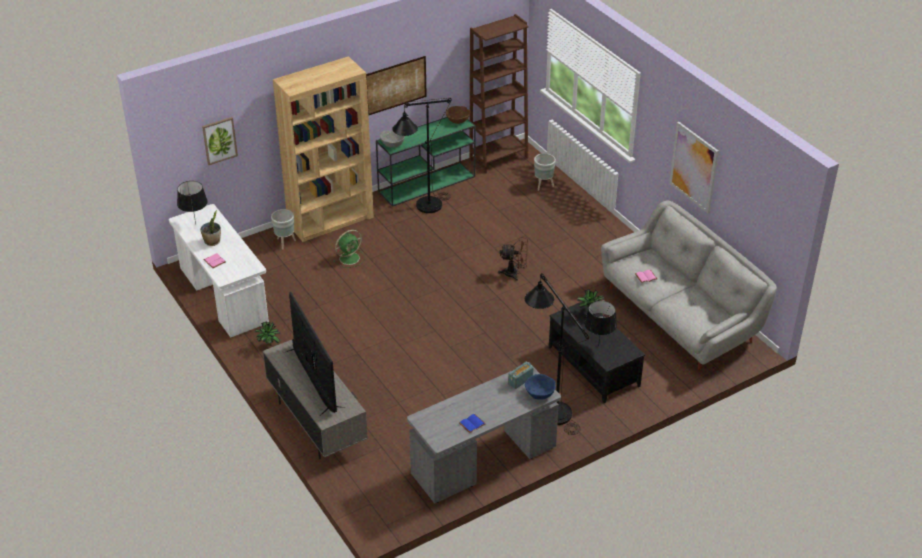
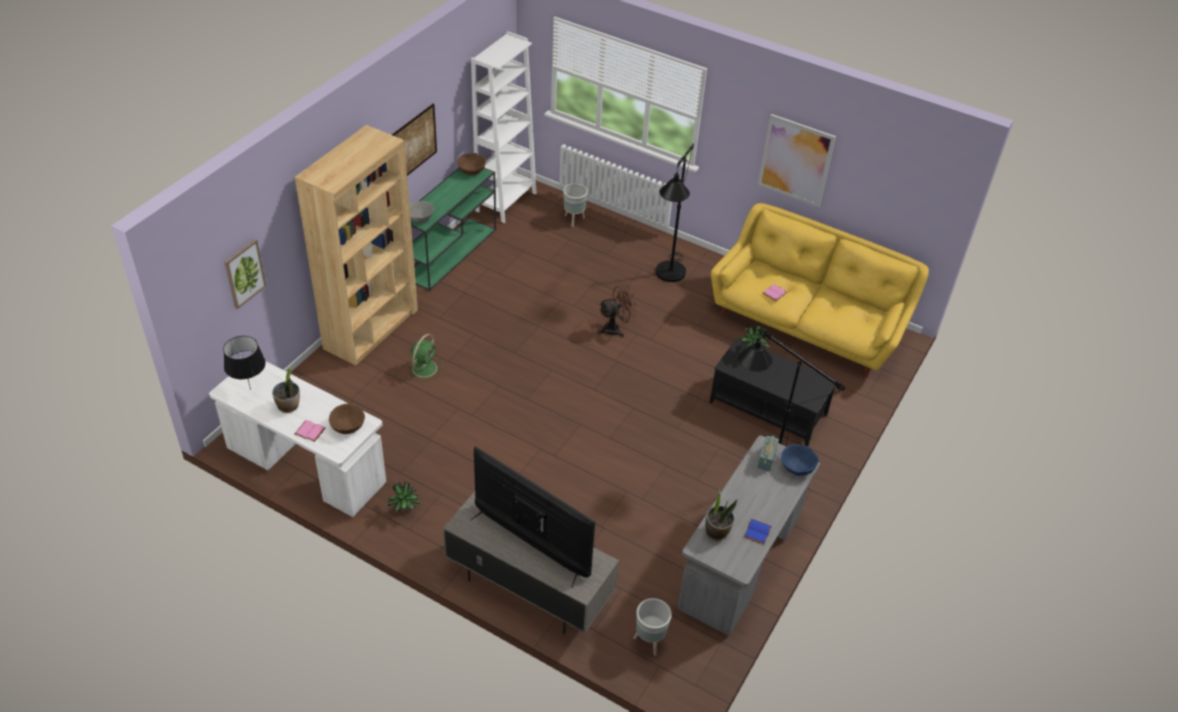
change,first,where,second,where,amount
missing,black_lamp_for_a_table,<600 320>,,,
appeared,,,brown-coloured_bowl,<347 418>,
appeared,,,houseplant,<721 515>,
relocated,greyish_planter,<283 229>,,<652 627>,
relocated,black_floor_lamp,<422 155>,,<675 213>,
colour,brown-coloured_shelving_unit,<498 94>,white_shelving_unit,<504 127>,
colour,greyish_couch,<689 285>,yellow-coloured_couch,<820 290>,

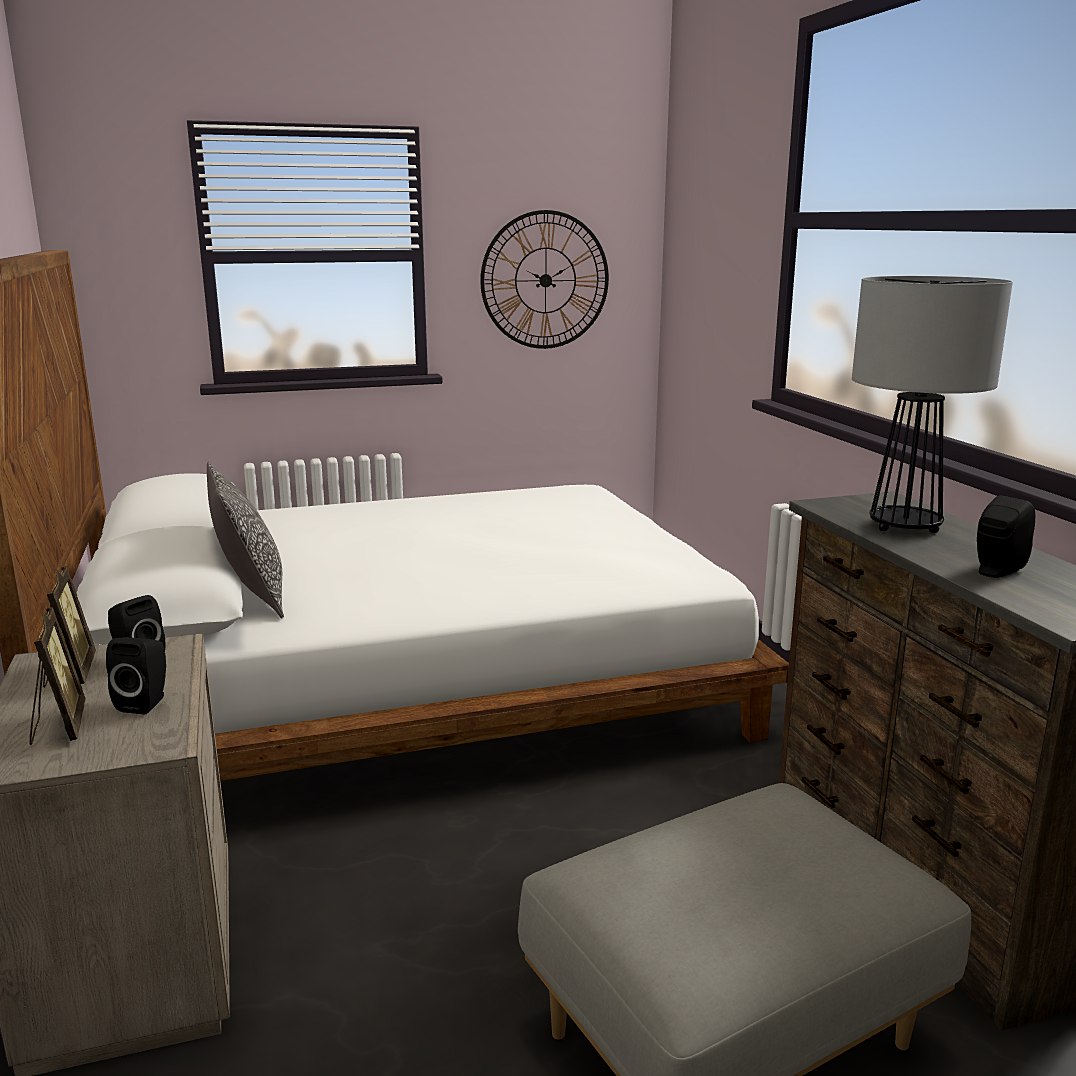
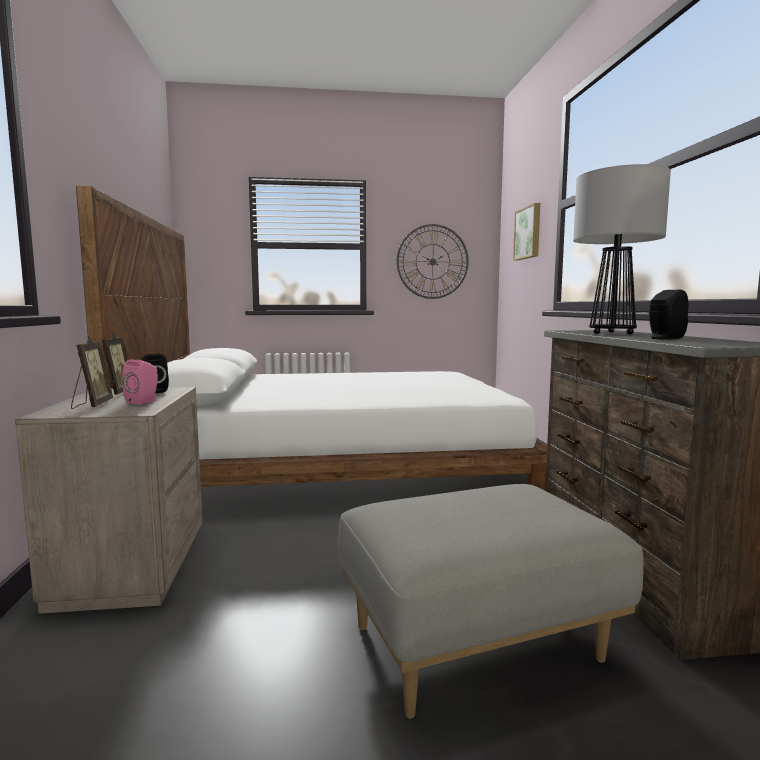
change,first,where,second,where,amount
missing,cushion,<245 540>,,,
appeared,,,wall_picture,<526 231>,
colour,black_audio_speaker,<136 675>,pinkish_audio_speaker,<140 382>,

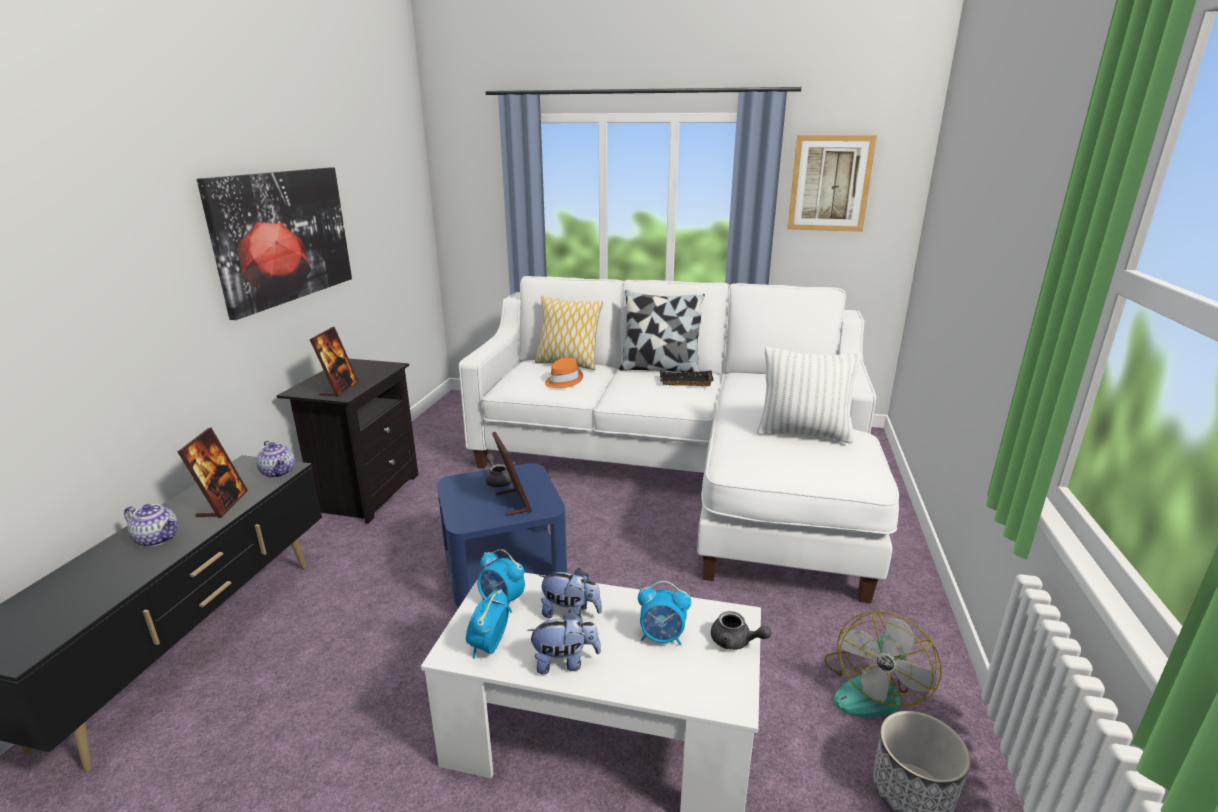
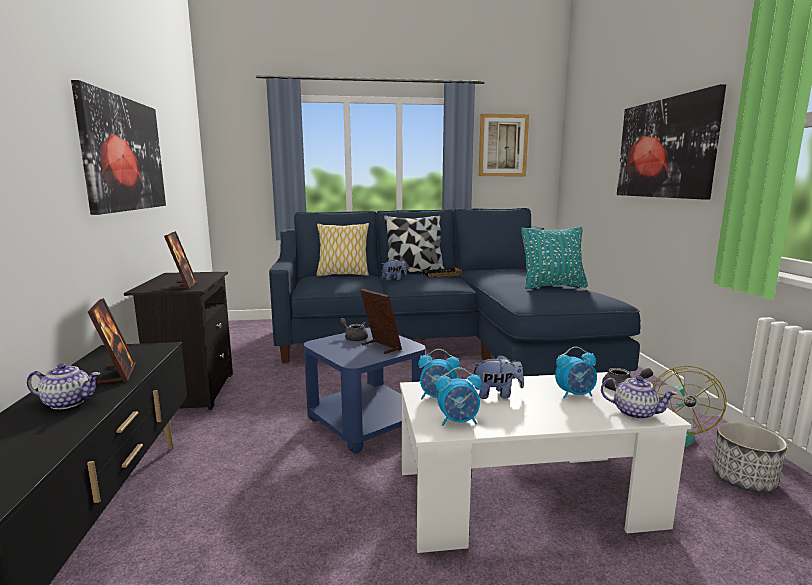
change,first,where,second,where,amount
missing,orange_hat,<564 373>,,,
appeared,,,wall_picture,<671 142>,
relocated,teapot,<275 459>,,<639 398>,
relocated,cuddly_toy,<564 642>,,<394 270>,
colour,white_couch,<679 439>,bluish_couch,<455 292>,
colour,white_cushion,<809 395>,blue-green_cushion,<554 258>,
spun,table_clock,<487 624>,,<459 396>,90 degrees counterclockwise

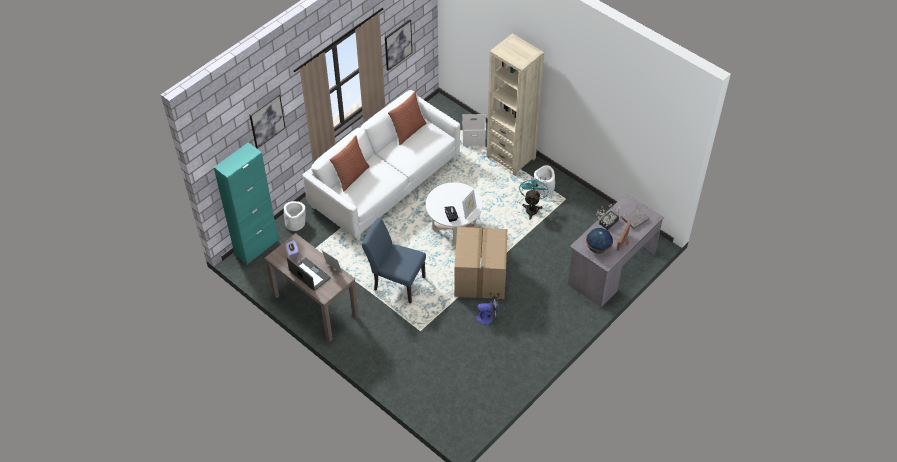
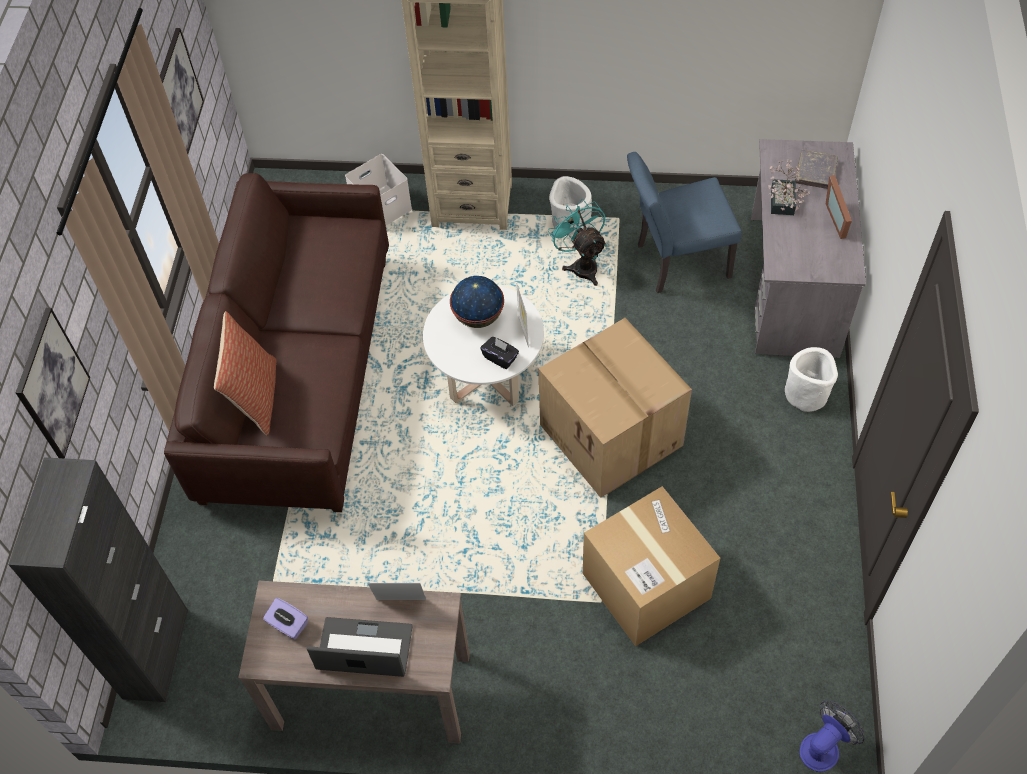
change,first,where,second,where,amount
missing,cushion,<407 118>,,,
appeared,,,packing_box,<651 566>,
relocated,white_planter,<295 216>,,<811 379>,
relocated,bluish_plain_chair,<394 261>,,<684 222>,
relocated,cooling_fan,<487 310>,,<831 736>,
relocated,desk_globe,<599 241>,,<477 302>,
colour,blue-green_cupboard,<246 204>,black_cupboard,<98 579>,
colour,white_couch,<381 165>,brown-coloured_couch,<276 342>,

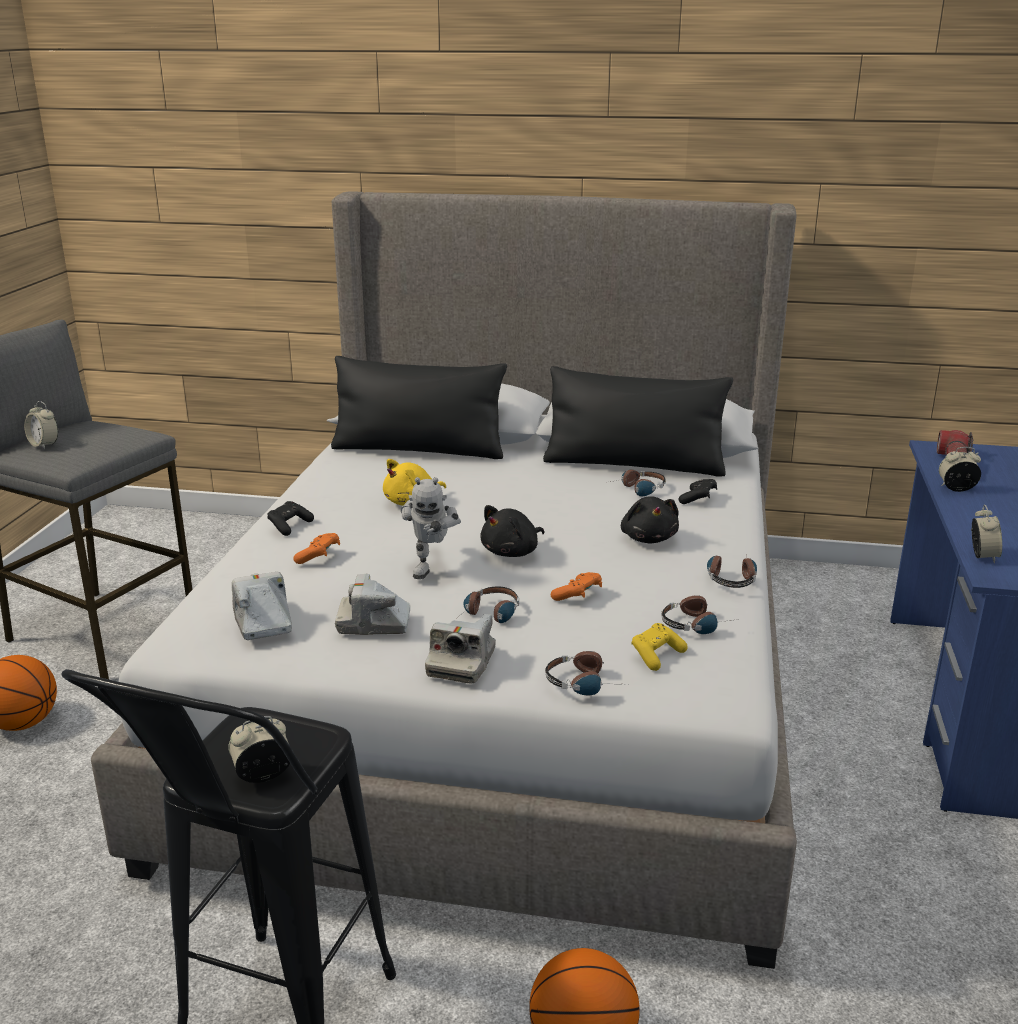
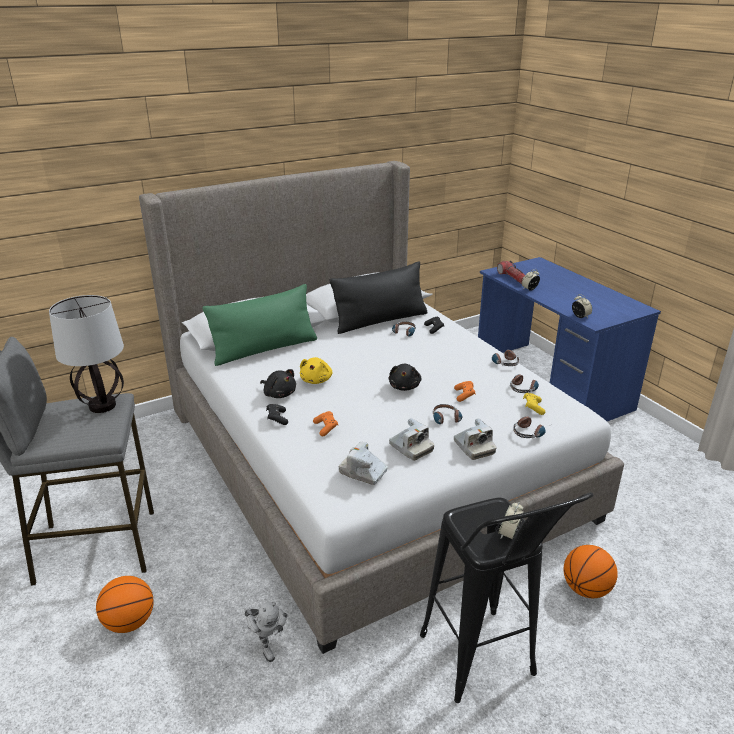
change,first,where,second,where,amount
missing,table_clock,<41 425>,,,
appeared,,,lamp_for_a_table,<86 354>,
relocated,robot_figure,<431 528>,,<266 632>,
relocated,black_cuddly_toy,<650 519>,,<278 383>,
colour,black_cushion,<419 407>,greenish_cushion,<260 325>,
spun,still_camera,<372 604>,,<411 439>,90 degrees counterclockwise

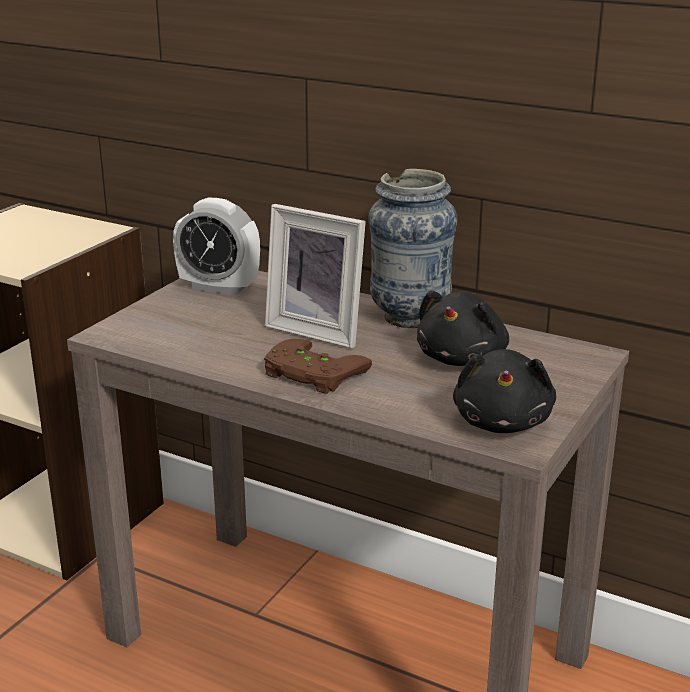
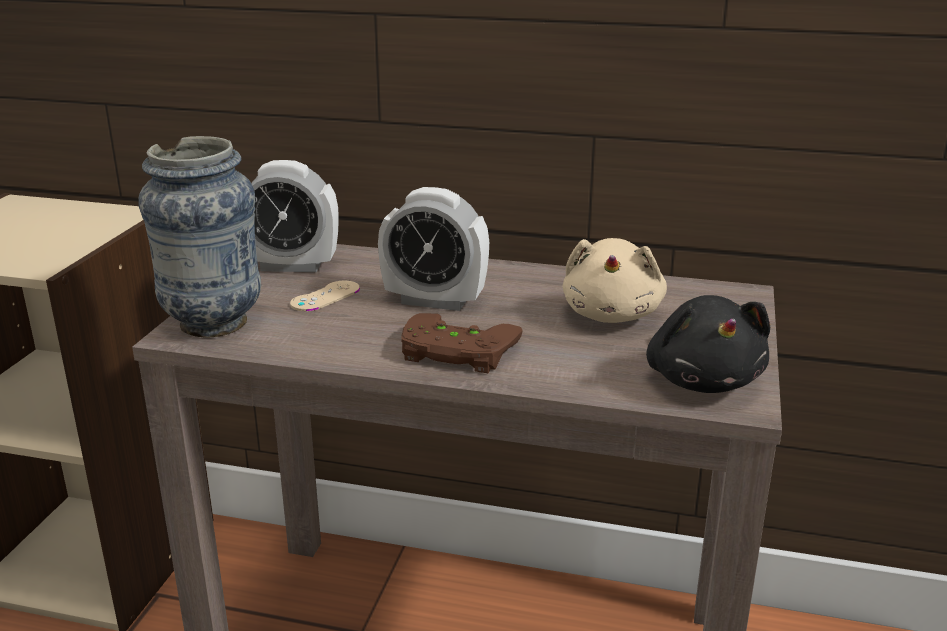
change,first,where,second,where,amount
appeared,,,sand-coloured_gamepad,<325 296>,
relocated,decorative_vase,<412 248>,,<199 237>,
exchanged,standing_frame,<315 276>,table_clock,<433 249>,
colour,black_cuddly_toy,<463 328>,sand-coloured_cuddly_toy,<615 280>,

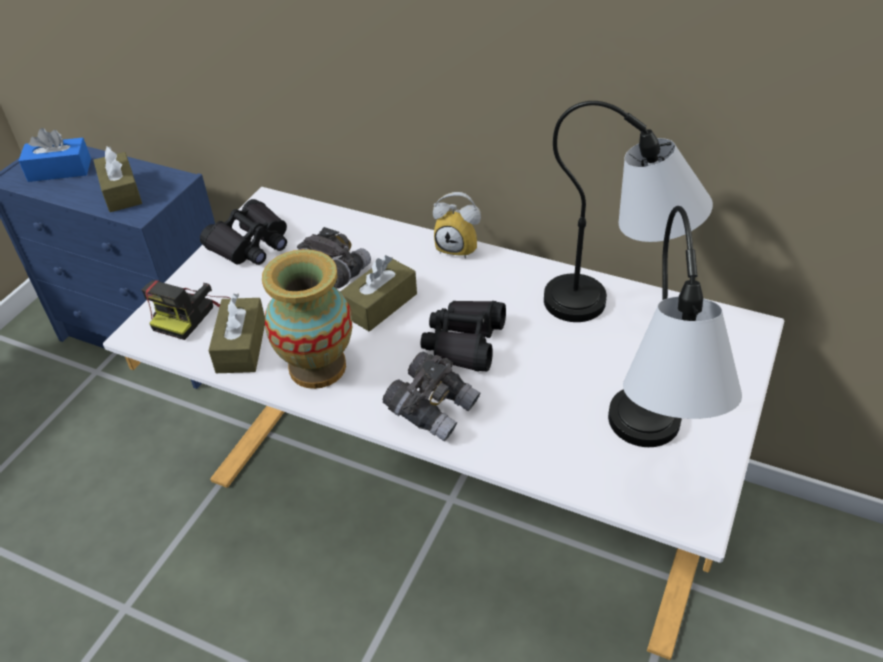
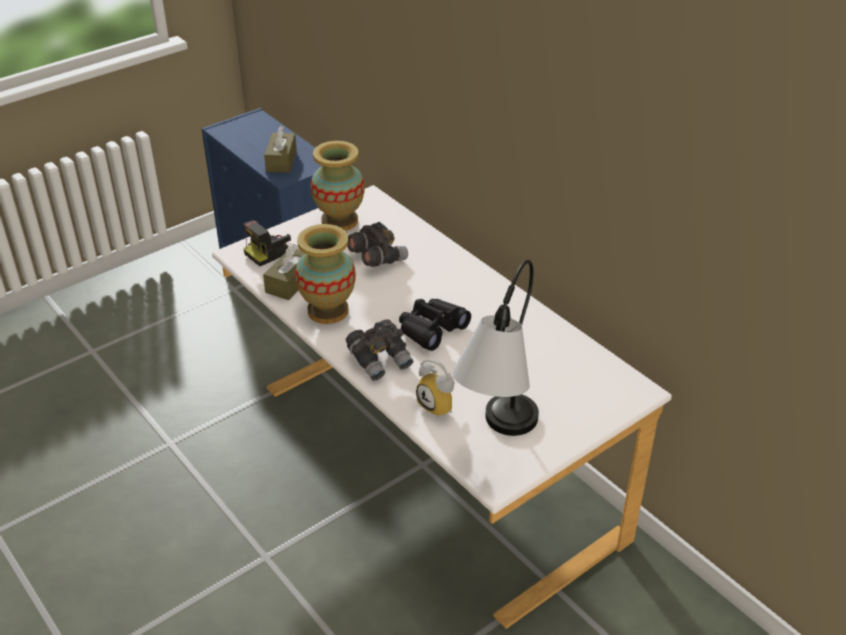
change,first,where,second,where,amount
missing,bluish_box_of_tissues,<55 155>,,,
missing,brown-coloured_box_of_tissues,<378 293>,,,
missing,lamp_for_a_table,<628 211>,,,
relocated,table_clock,<457 225>,,<435 388>,
exchanged,black_binoculars,<243 232>,decorative_vase,<338 186>,

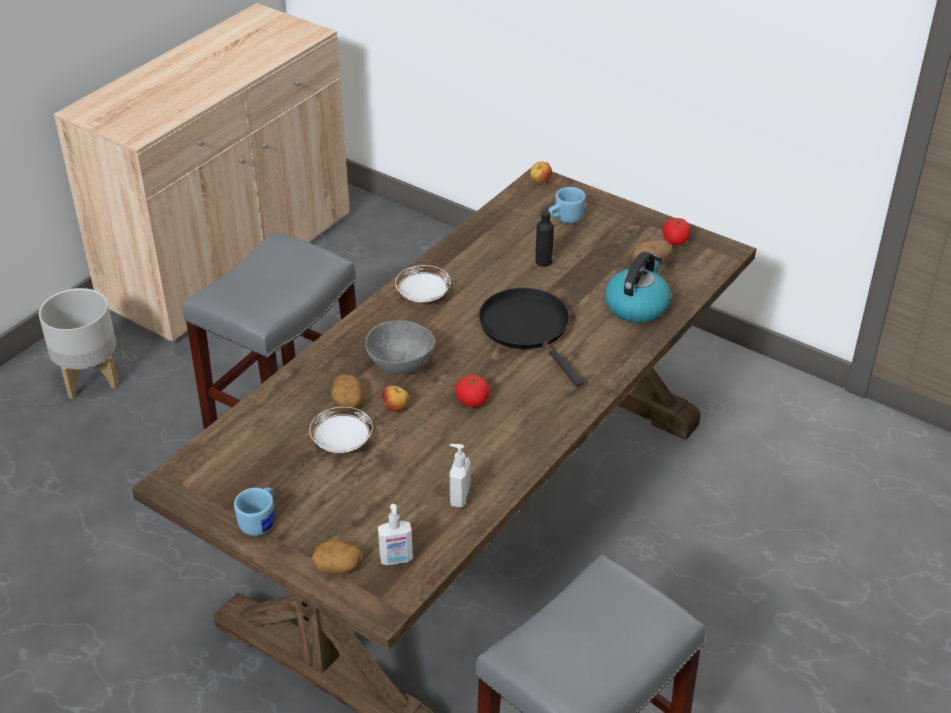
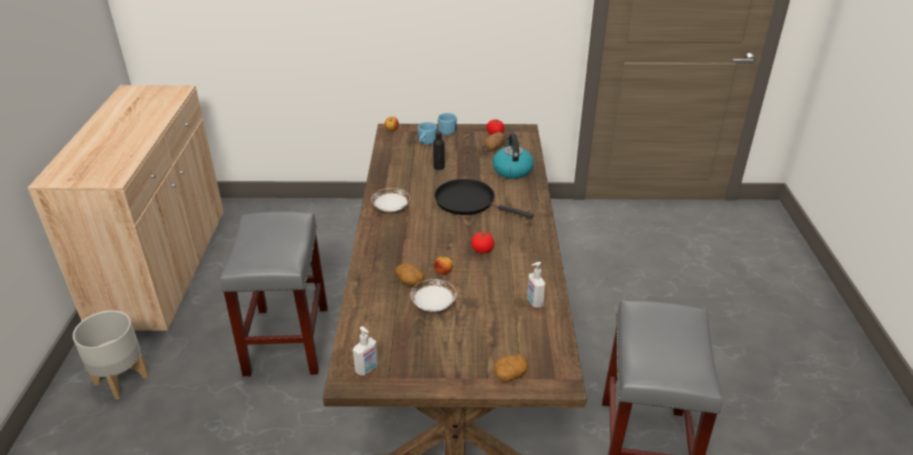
change,first,where,second,where,amount
missing,greyish_bowl,<400 347>,,,
relocated,bluish_coffee_mug,<254 511>,,<447 124>,
relocated,soap_bottle,<395 534>,,<365 351>,

